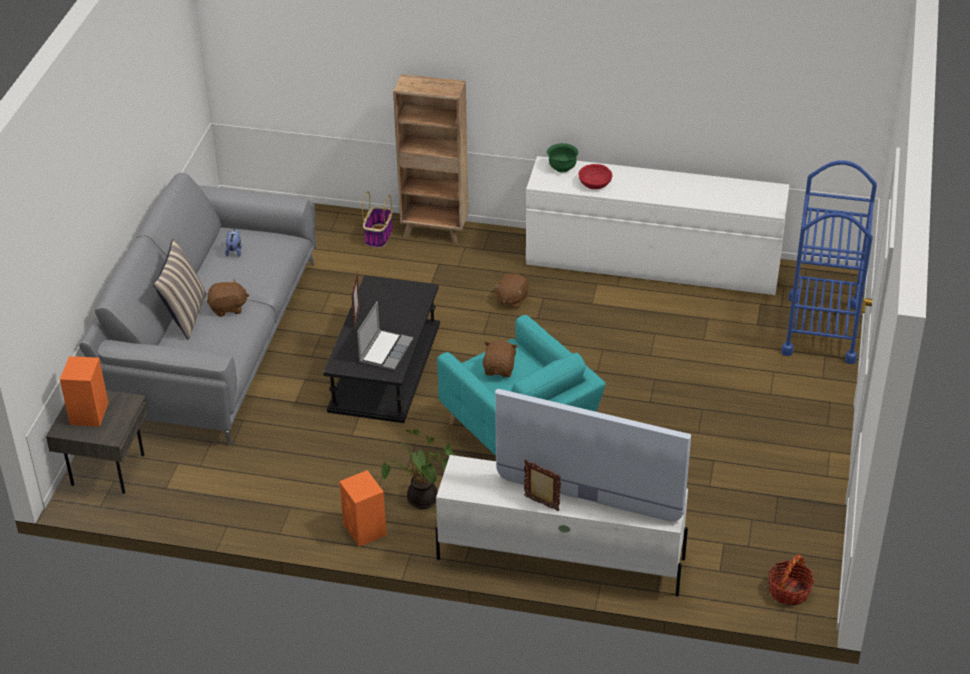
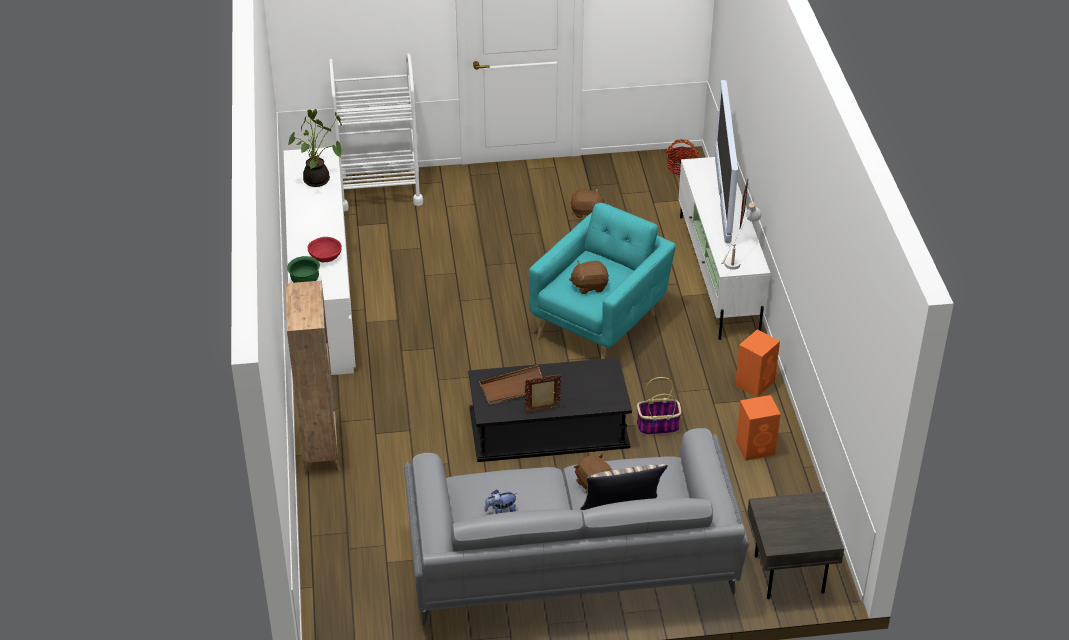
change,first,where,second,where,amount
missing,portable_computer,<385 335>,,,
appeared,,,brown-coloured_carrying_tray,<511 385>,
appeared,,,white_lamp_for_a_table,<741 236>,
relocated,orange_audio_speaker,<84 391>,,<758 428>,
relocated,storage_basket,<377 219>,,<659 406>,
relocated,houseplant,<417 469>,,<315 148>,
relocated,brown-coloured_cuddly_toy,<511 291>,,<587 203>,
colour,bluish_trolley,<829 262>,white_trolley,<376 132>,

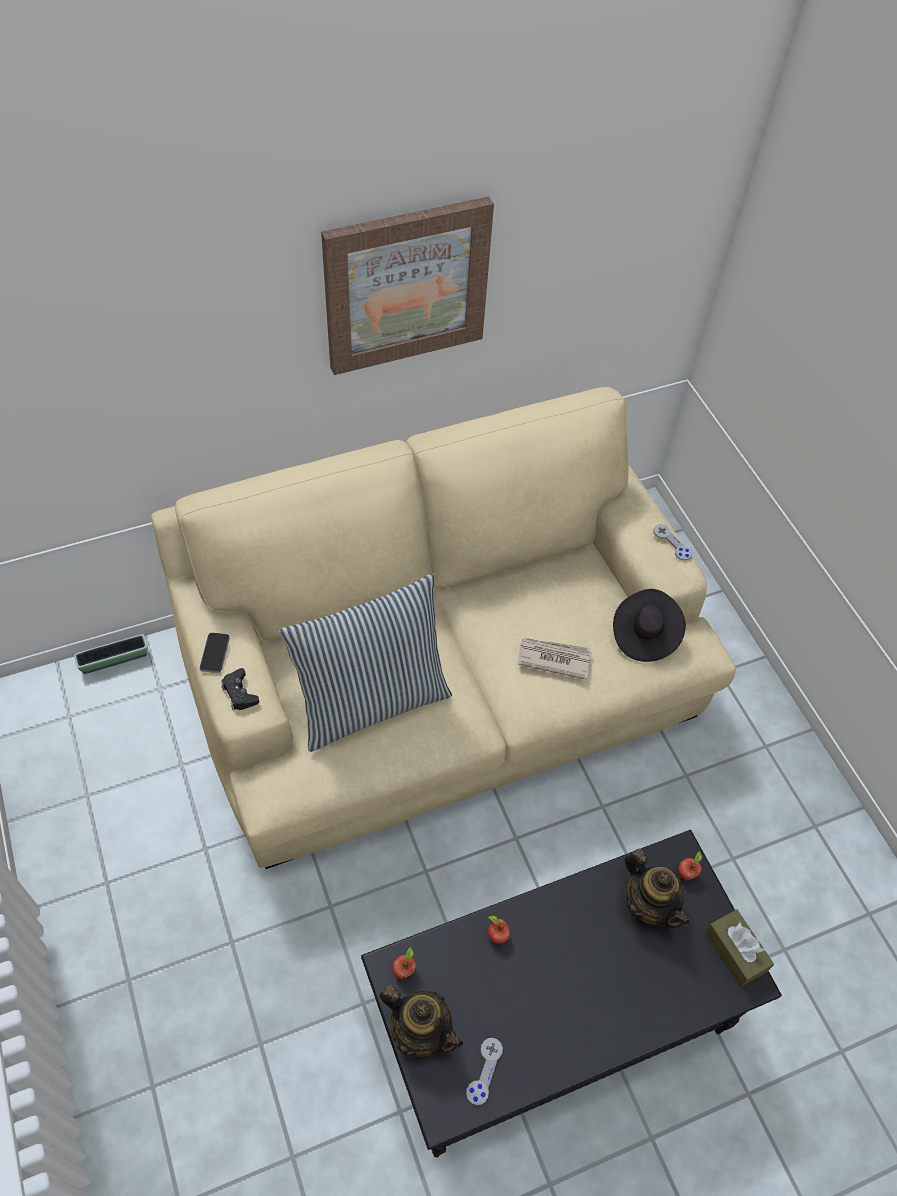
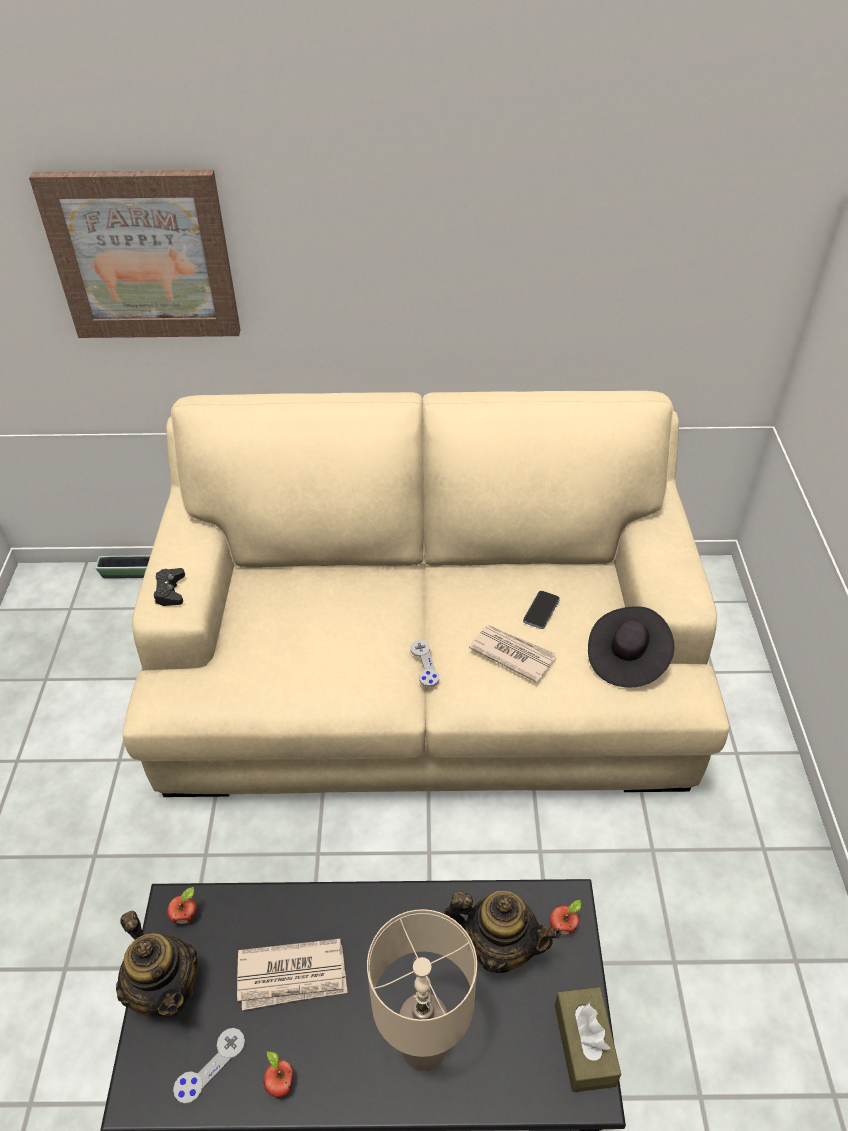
change,first,where,second,where,amount
missing,cushion,<365 662>,,,
appeared,,,newspaper,<292 974>,
appeared,,,sand-coloured_lamp_for_a_table,<422 990>,
relocated,phone,<215 653>,,<541 610>,
relocated,wall_picture,<407 285>,,<135 254>,
relocated,apple,<499 930>,,<278 1074>,
relocated,greyish_gamepad,<672 542>,,<424 663>,
spun,teapot,<657 888>,,<502 932>,60 degrees counterclockwise

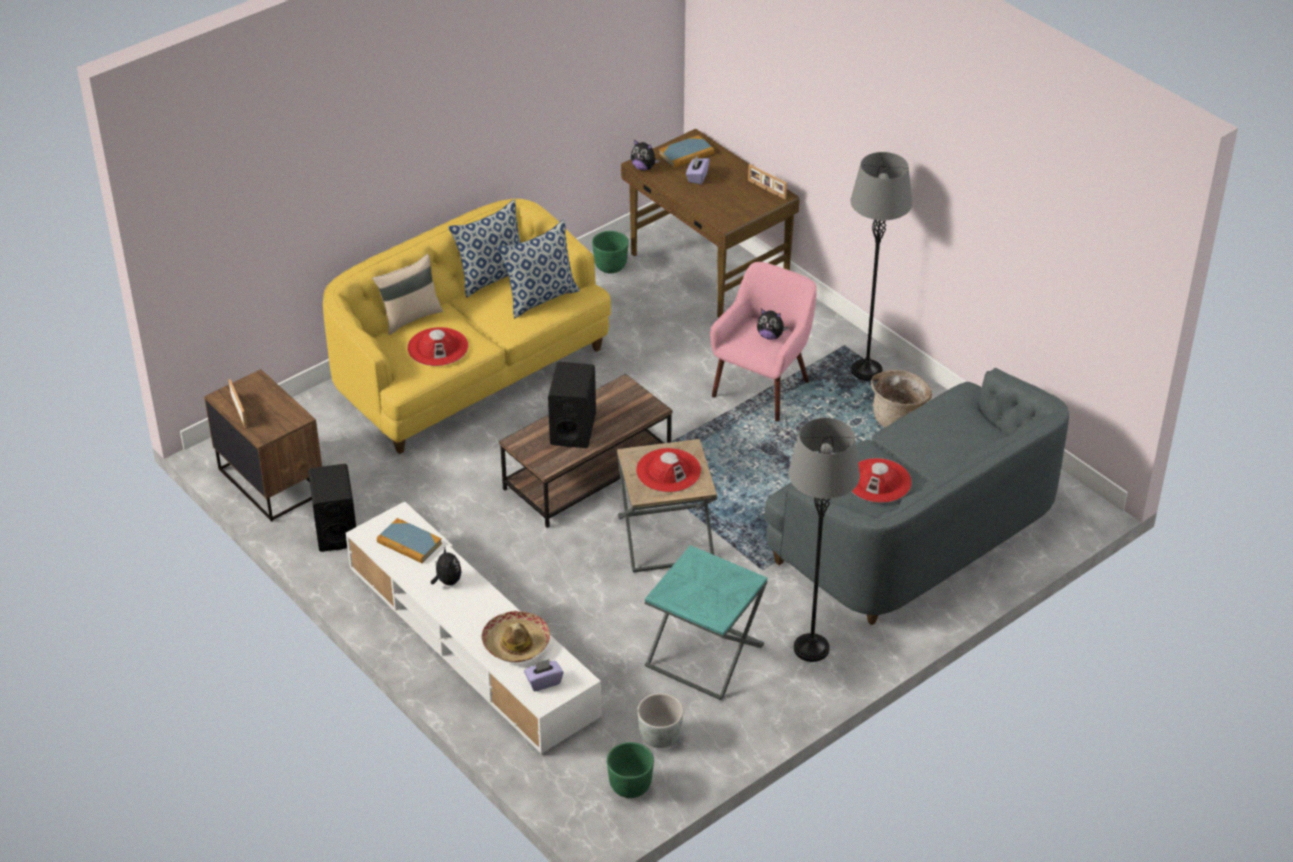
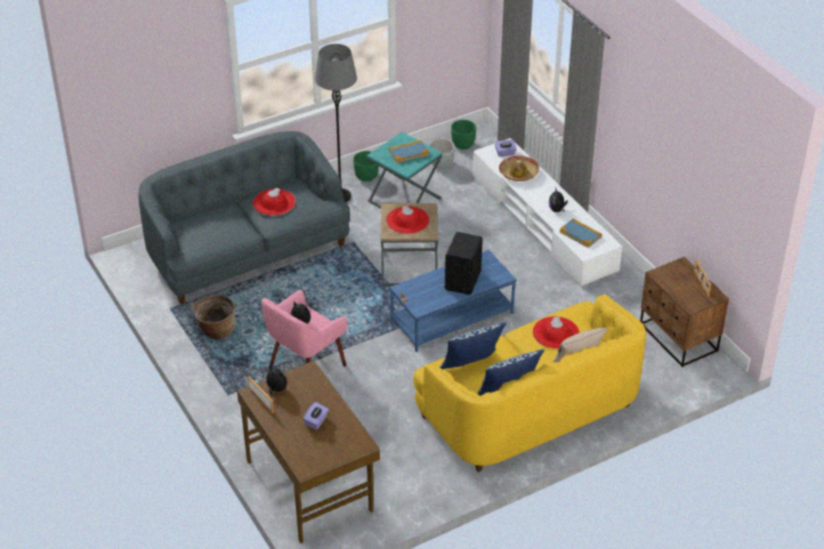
change,first,where,second,where,amount
missing,black_audio_speaker,<332 508>,,,
missing,greyish_floor_lamp,<881 266>,,,
relocated,greenish_planter,<610 252>,,<366 166>,
relocated,cuddly_toy,<645 155>,,<274 380>,
relocated,book,<687 151>,,<409 151>,
colour,brown-coloured_low_table,<585 451>,bluish_low_table,<453 301>,

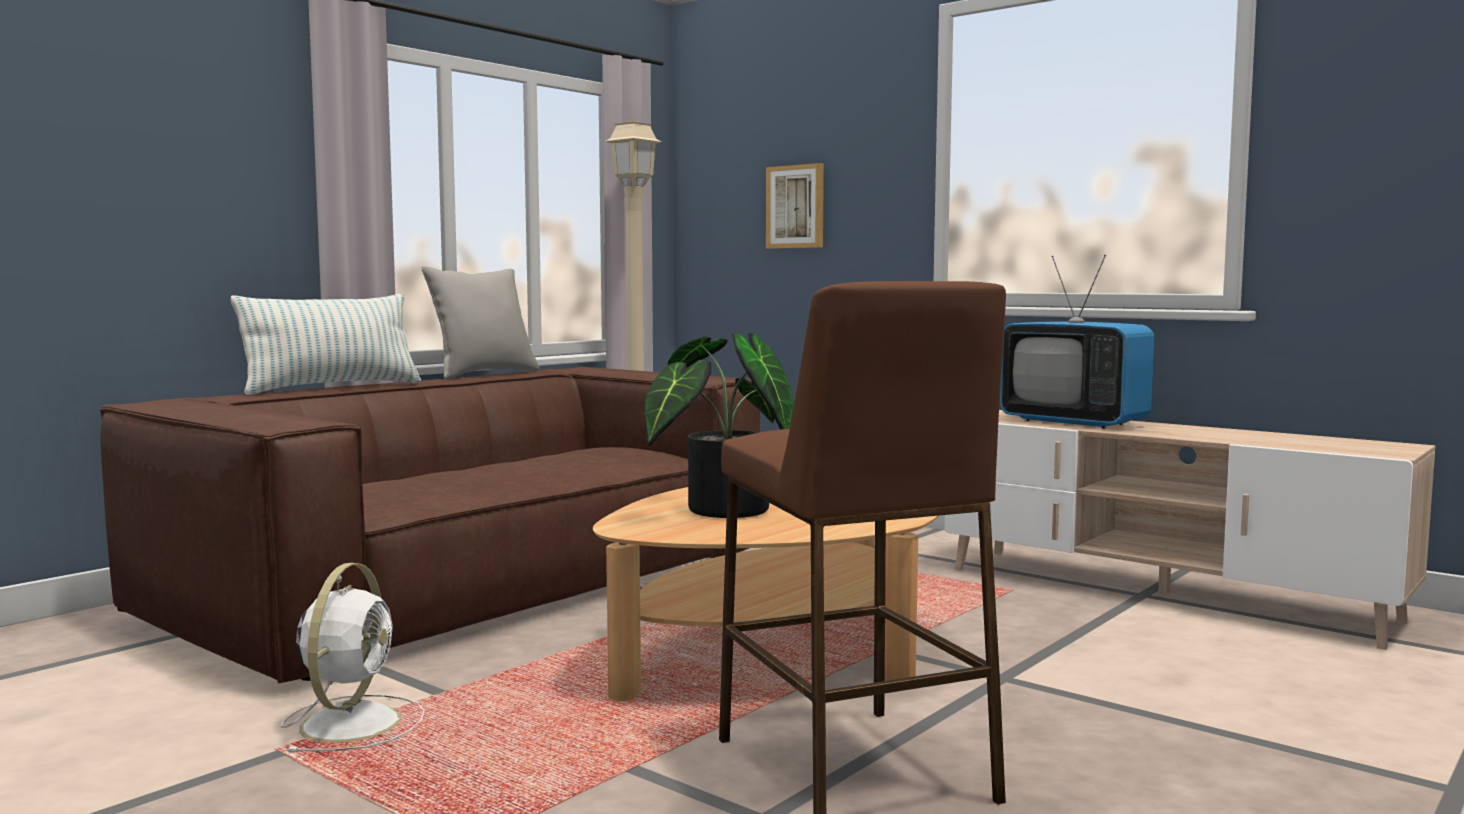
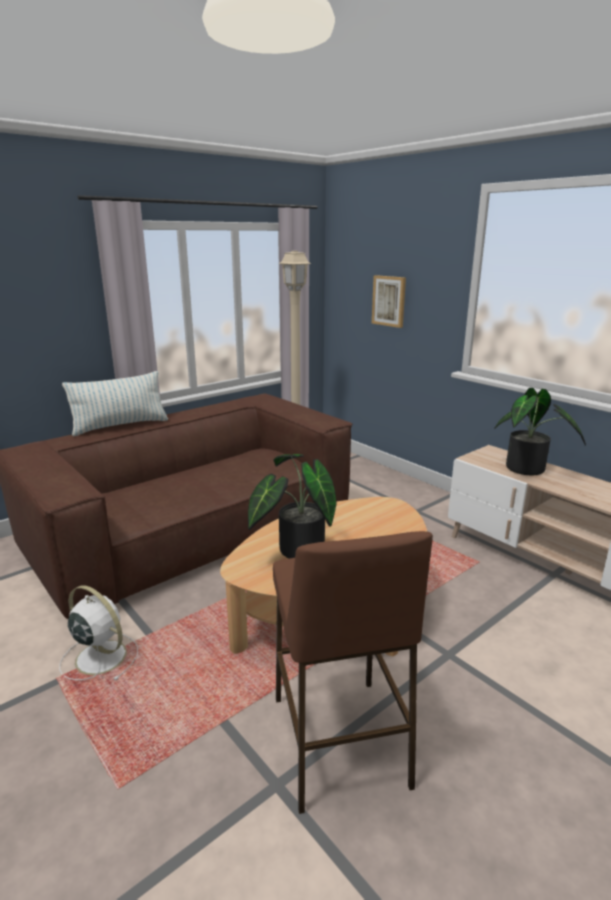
change,first,where,second,where,amount
missing,greyish_cushion,<480 322>,,,
exchanged,television,<1077 341>,houseplant,<540 431>,
spun,white_cooling_fan,<353 658>,,<98 633>,75 degrees counterclockwise

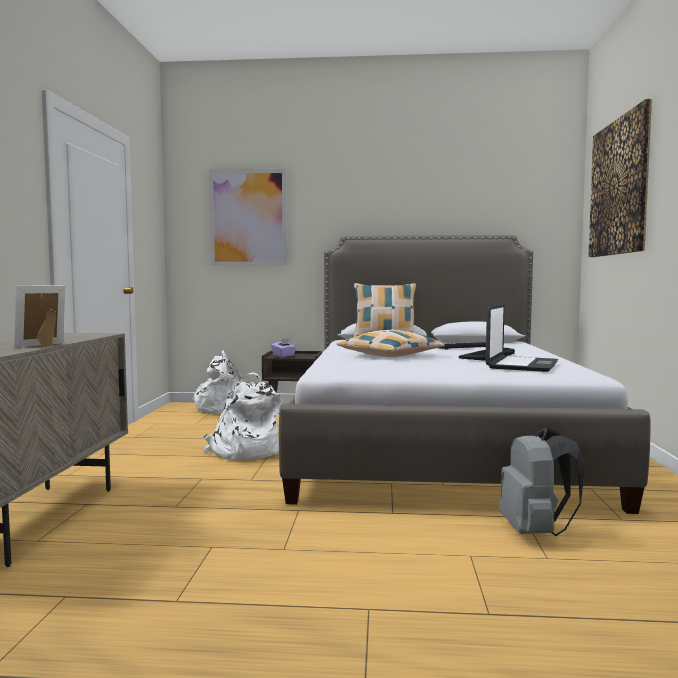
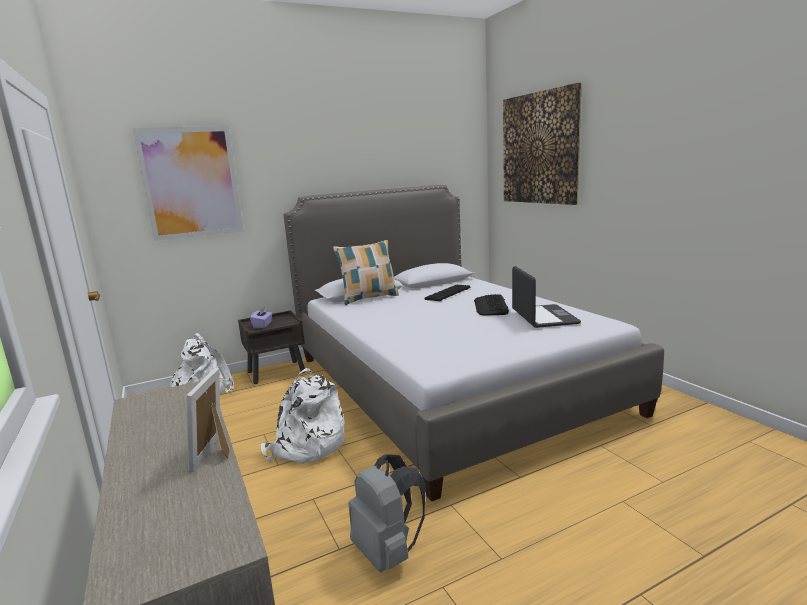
change,first,where,second,where,amount
missing,cushion,<391 343>,,,
relocated,greyish_rucksack,<542 482>,,<387 513>,

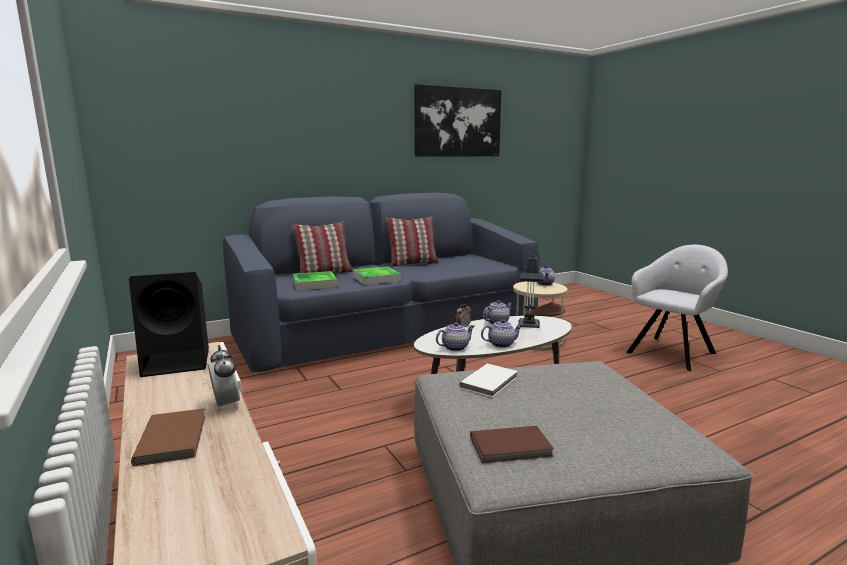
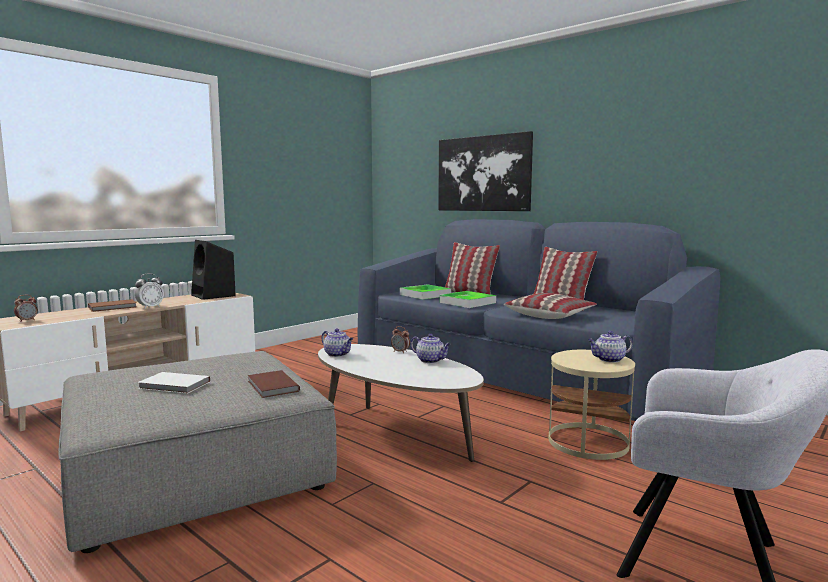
change,first,where,second,where,amount
missing,teapot,<502 333>,,,
missing,lamp_for_a_table,<531 289>,,,
appeared,,,table_clock,<26 308>,
appeared,,,cushion,<550 306>,
relocated,wall_picture,<458 120>,,<485 171>,
relocated,white_book,<488 380>,,<174 383>,
relocated,brown-coloured_book,<512 445>,,<274 384>,

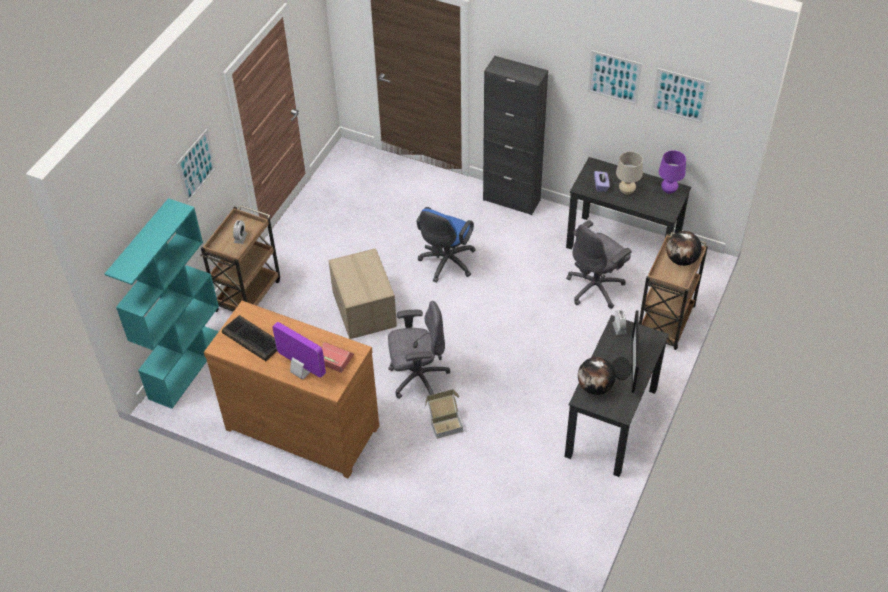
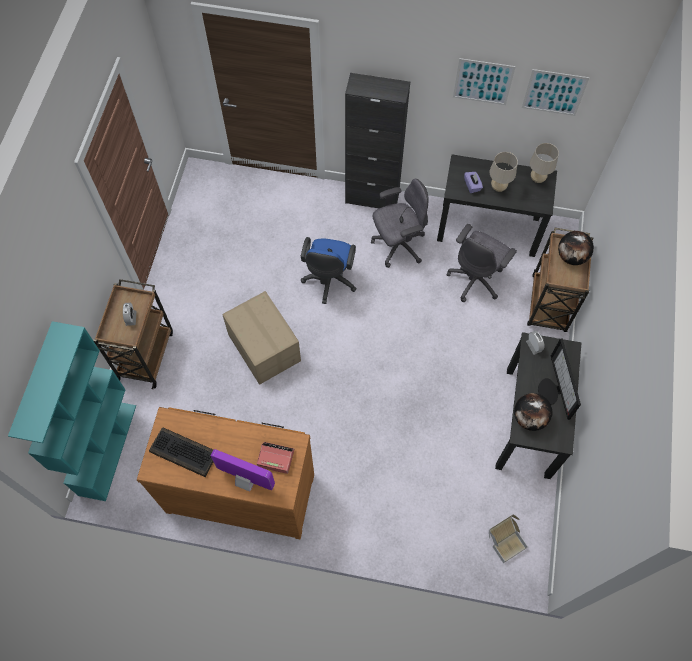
change,first,where,second,where,amount
missing,wall_picture,<196 166>,,,
relocated,greyish_desk_chair,<419 350>,,<400 223>,
relocated,packing_box,<444 414>,,<508 539>,
colour,purplish_lamp_for_a_table,<672 172>,sand-coloured_lamp_for_a_table,<544 163>,

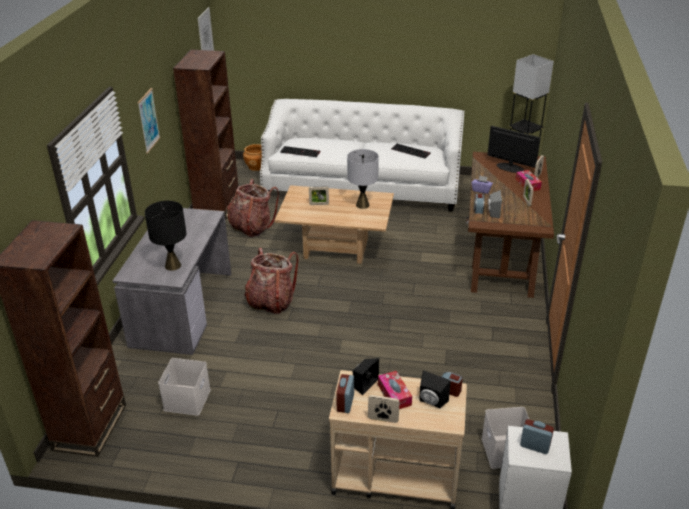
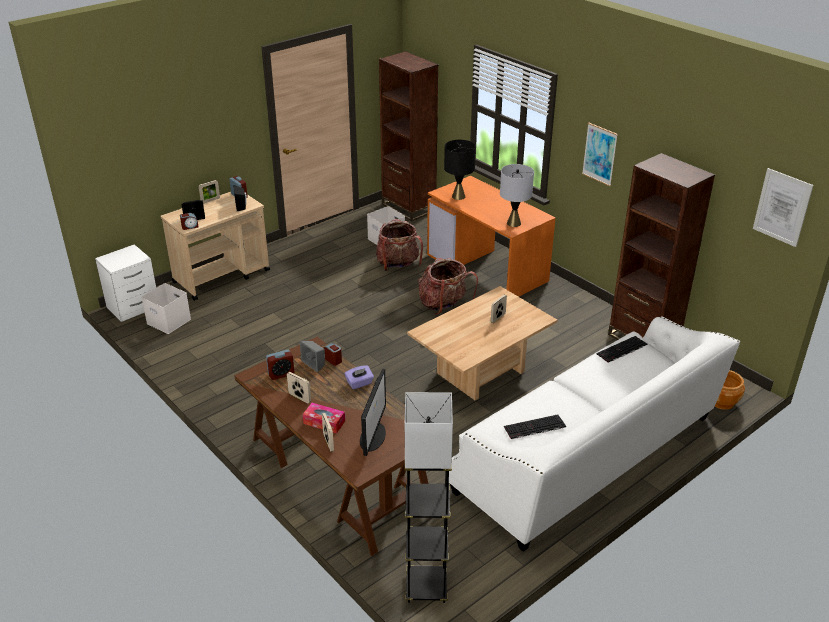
change,first,where,second,where,amount
missing,box_of_tissues,<395 390>,,,
relocated,rucksack,<253 208>,,<399 245>,
relocated,greyish_lamp_for_a_table,<363 179>,,<517 195>,
relocated,table_clock,<537 436>,,<280 364>,
colour,greyish_desk_unit,<172 281>,orange_desk_unit,<491 236>,
spun,computer_screen,<514 149>,,<373 412>,60 degrees counterclockwise

